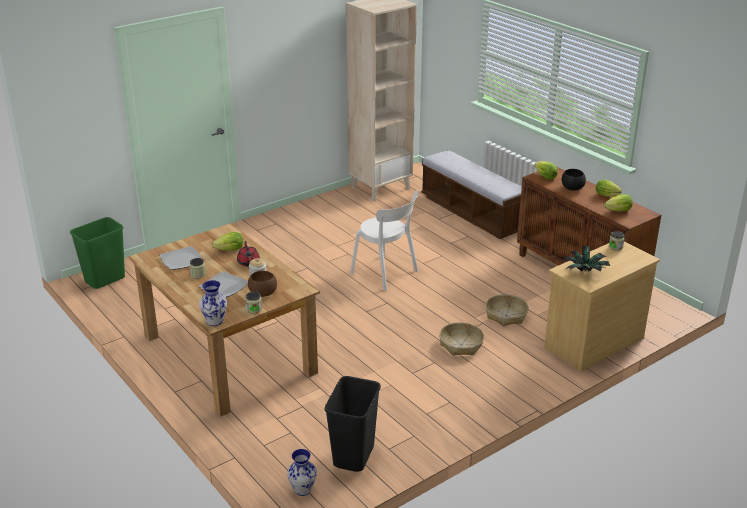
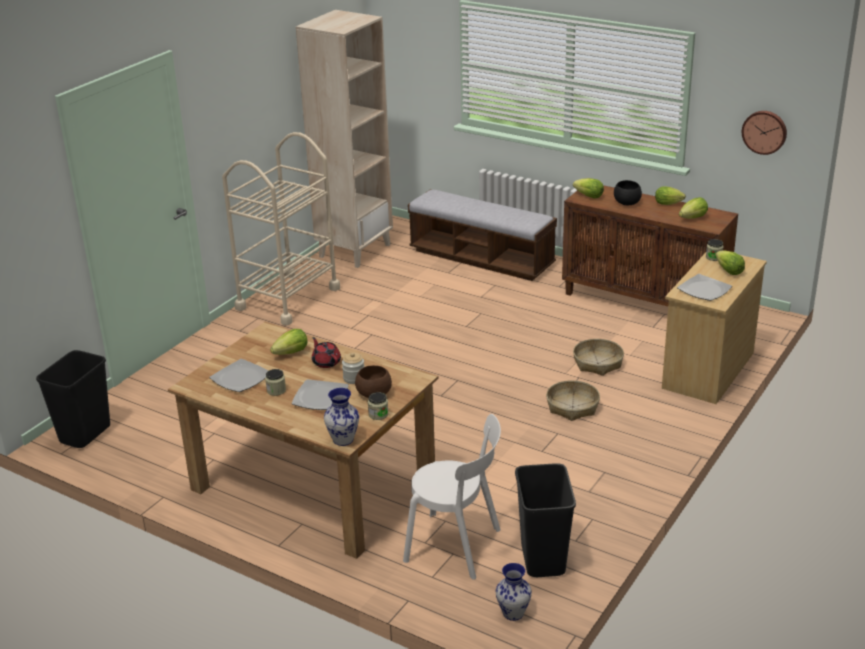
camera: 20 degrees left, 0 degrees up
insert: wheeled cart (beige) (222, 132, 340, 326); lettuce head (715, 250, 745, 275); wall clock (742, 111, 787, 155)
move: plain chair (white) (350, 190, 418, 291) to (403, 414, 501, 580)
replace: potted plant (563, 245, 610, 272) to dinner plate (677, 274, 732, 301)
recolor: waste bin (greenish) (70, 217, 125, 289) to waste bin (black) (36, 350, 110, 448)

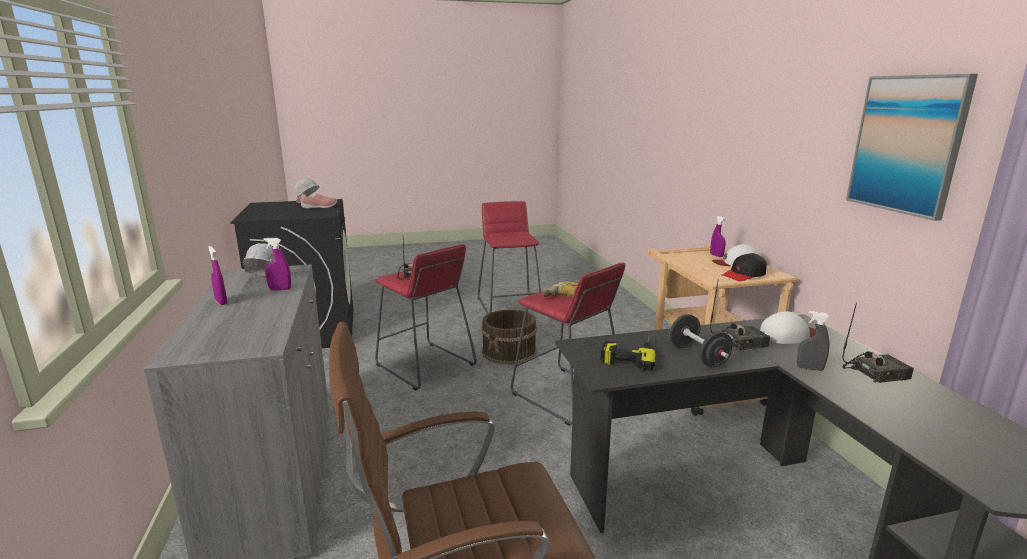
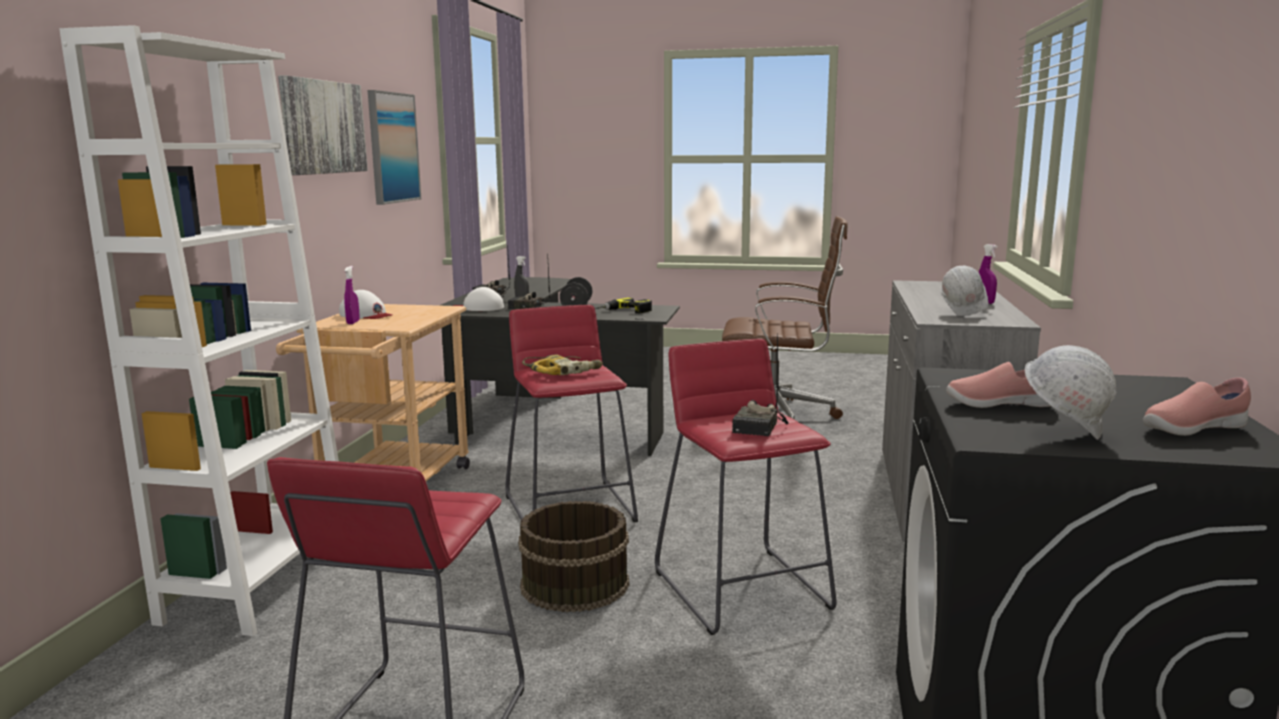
camera: 155 degrees left, 5 degrees down
delete: spray bottle (purplish) (263, 238, 291, 290); baseball cap (black) (722, 253, 767, 281)
insert: shelving unit (white) (59, 25, 339, 636); wall picture (278, 75, 368, 175); shoe (pink-coloured) (1143, 377, 1251, 436)

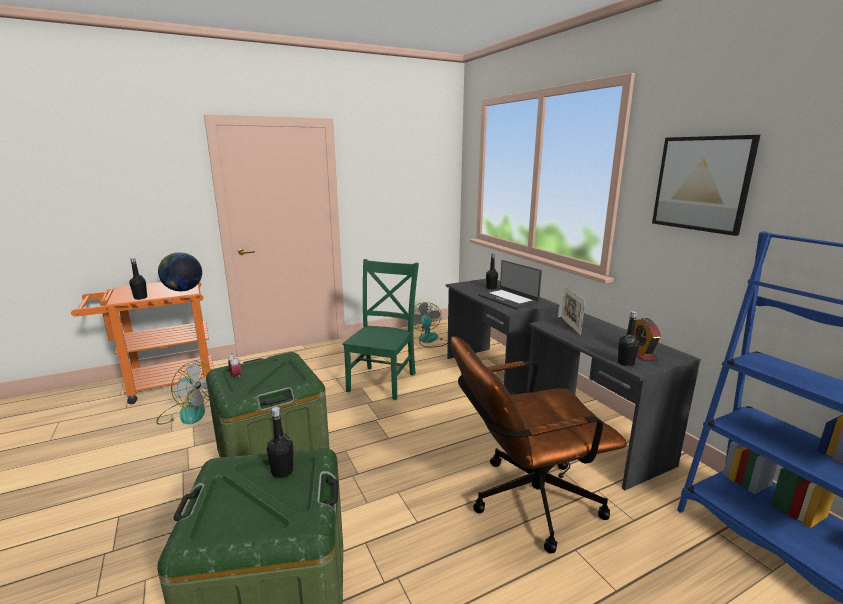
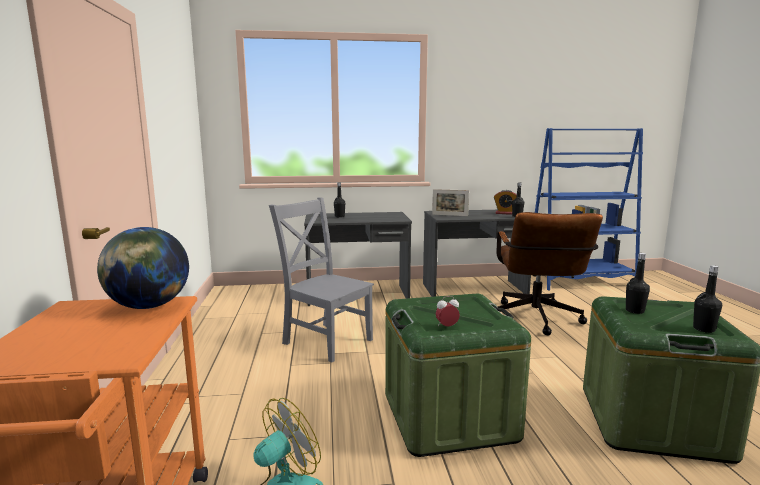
camera: 70 degrees left, 5 degrees down
delete: cooling fan (413, 302, 448, 348); portable computer (478, 260, 542, 309); wall picture (652, 135, 760, 236)
move: bottle (black) (129, 258, 147, 300) to (693, 265, 722, 333)
recolor: plain chair (greenish) (342, 259, 419, 400) to plain chair (gray) (269, 197, 374, 363)

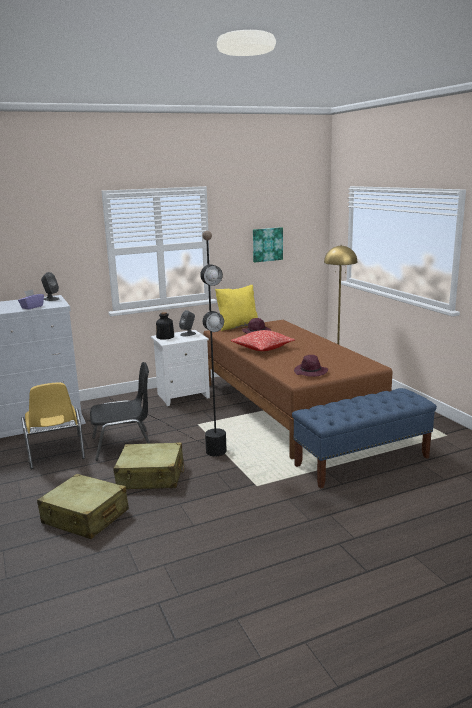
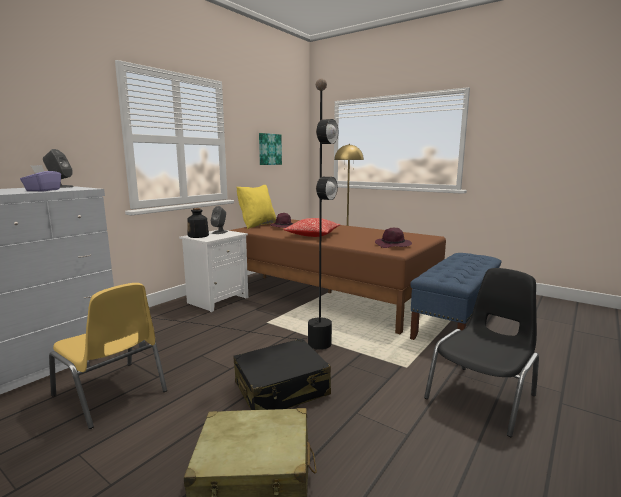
camera: 30 degrees left, 5 degrees down
move: plain chair (black) (90, 362, 150, 461) to (424, 268, 539, 437)
recolor: travel case (beige) (113, 442, 184, 489) to travel case (black) (234, 338, 331, 410)

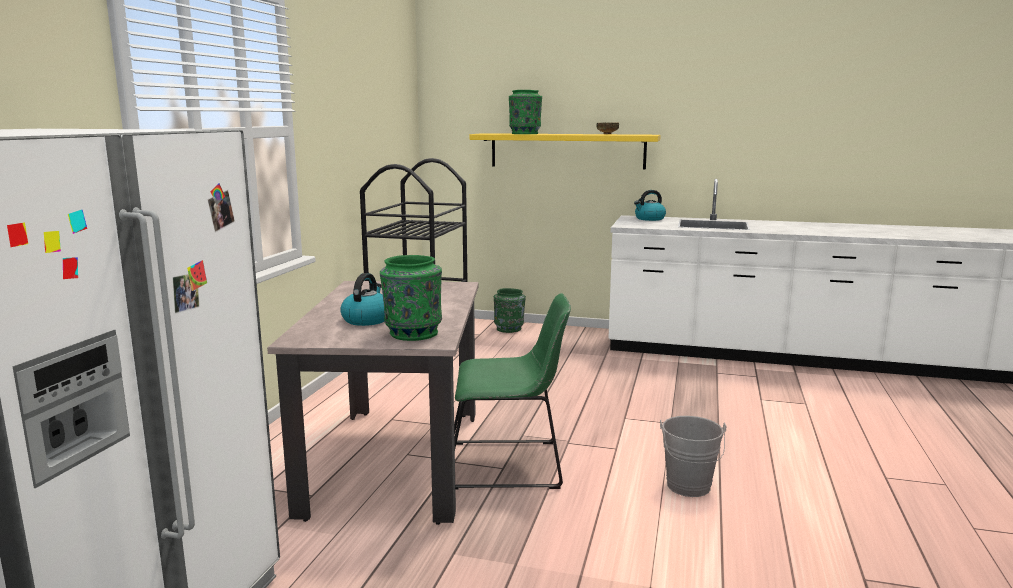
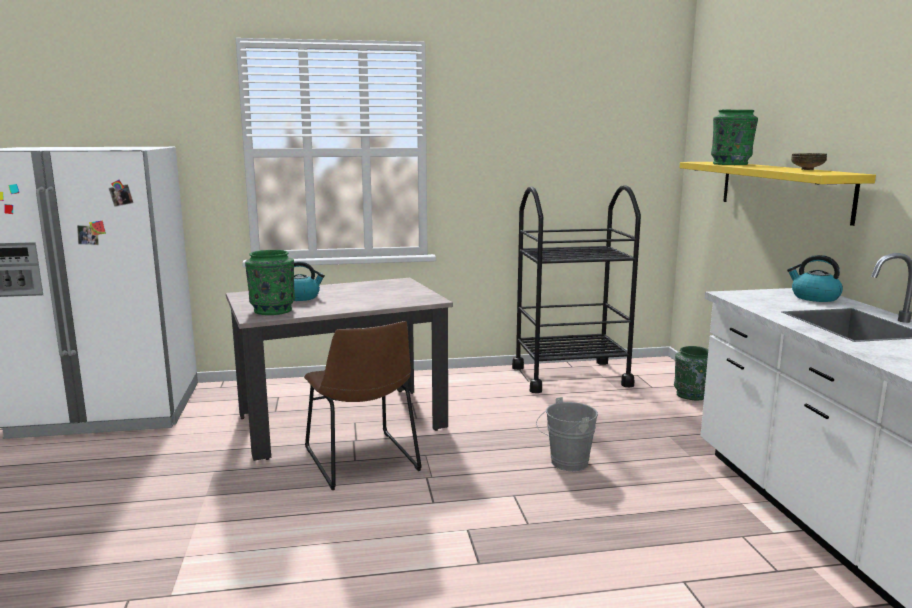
camera: 65 degrees right, 0 degrees up
move: pail (gray) (660, 416, 726, 497) to (536, 397, 598, 471)
recolor: plain chair (greenish) (454, 293, 571, 490) to plain chair (brown-coloured) (304, 321, 422, 490)

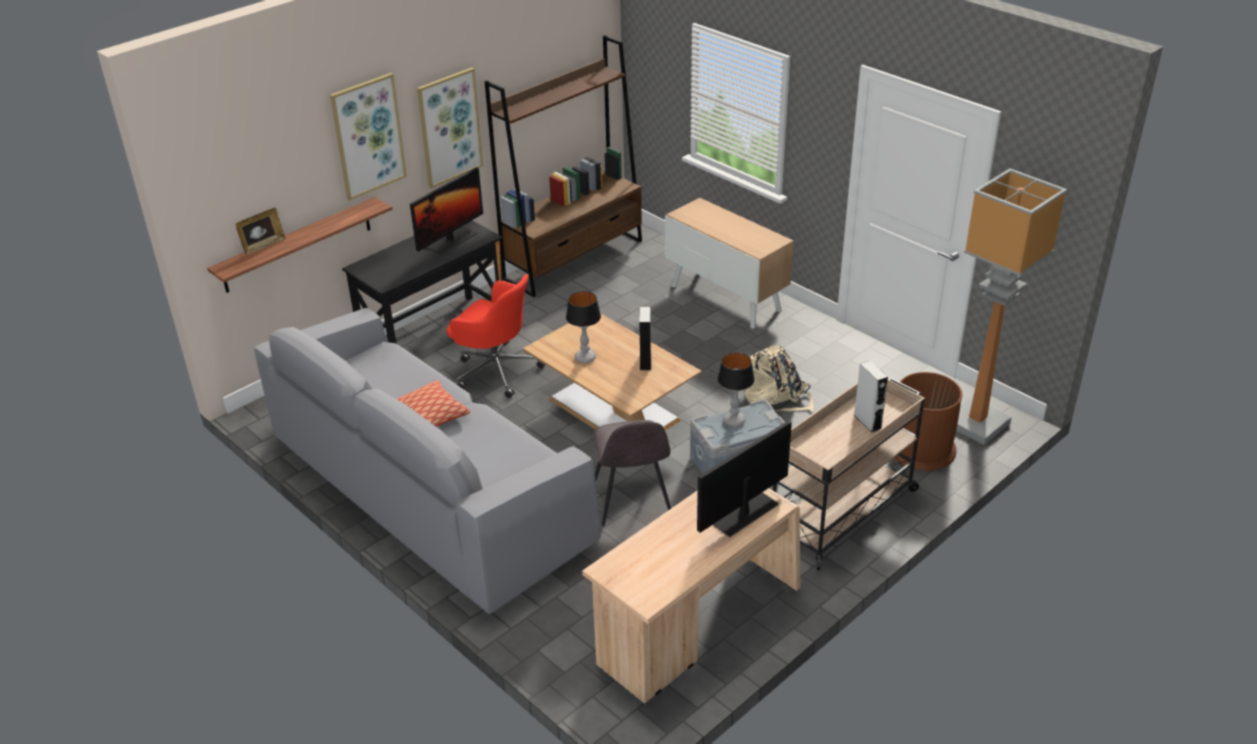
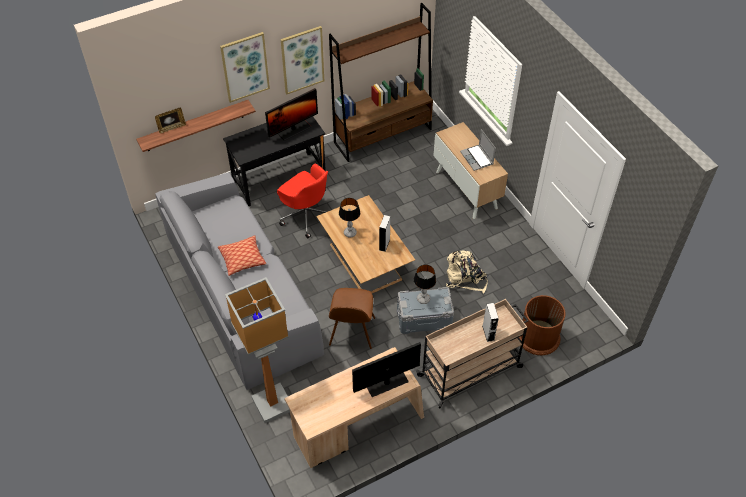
camera: 15 degrees right, 15 degrees up
insert: portable computer (460, 129, 496, 171)
move: floor lamp (956, 168, 1067, 445) to (225, 277, 290, 423)
recolor: plain chair (gray) (593, 420, 671, 526) to plain chair (brown-coloured) (329, 288, 375, 349)

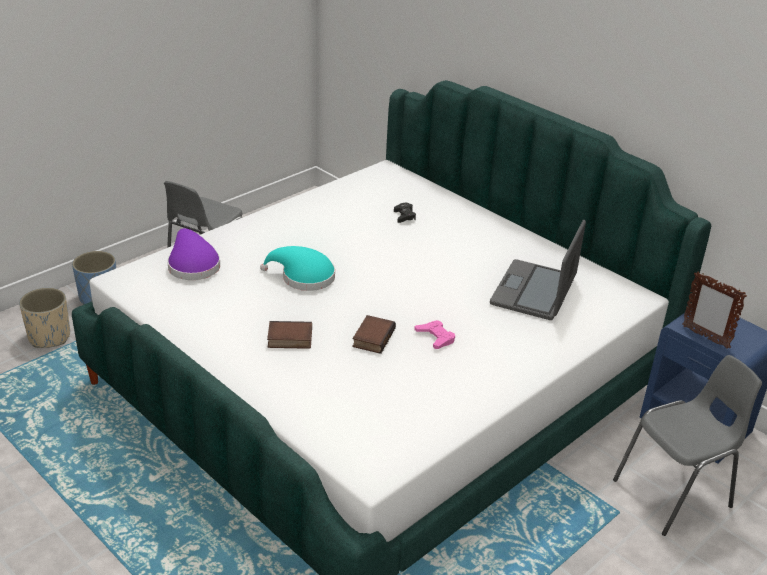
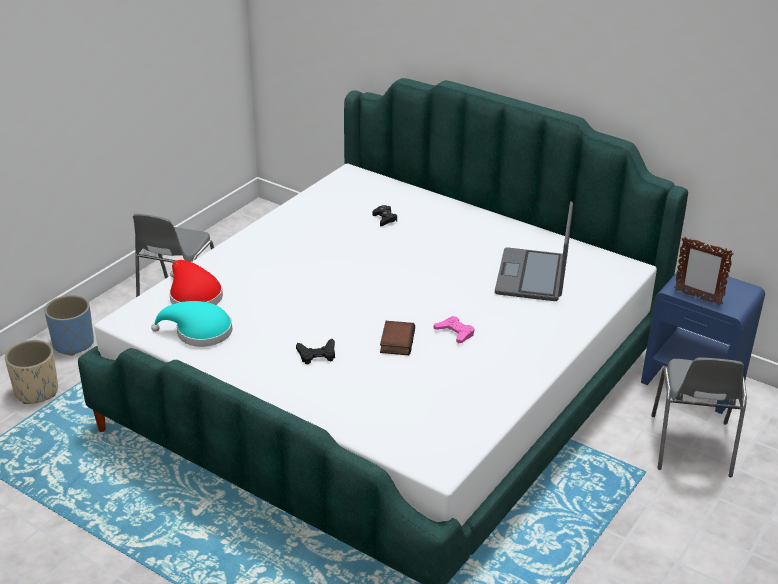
camera: 10 degrees left, 0 degrees up
move: wearable hat (turquoise) (260, 246, 335, 291) to (151, 301, 232, 347)
replace: bound book (267, 321, 312, 349) to gamepad (black) (296, 339, 335, 364)
recolor: wearable hat (purplish) (167, 228, 220, 280) to wearable hat (red) (169, 260, 223, 305)
rotate: plain chair (gray) (613, 355, 762, 536) = (651, 357, 747, 477) 135 degrees clockwise

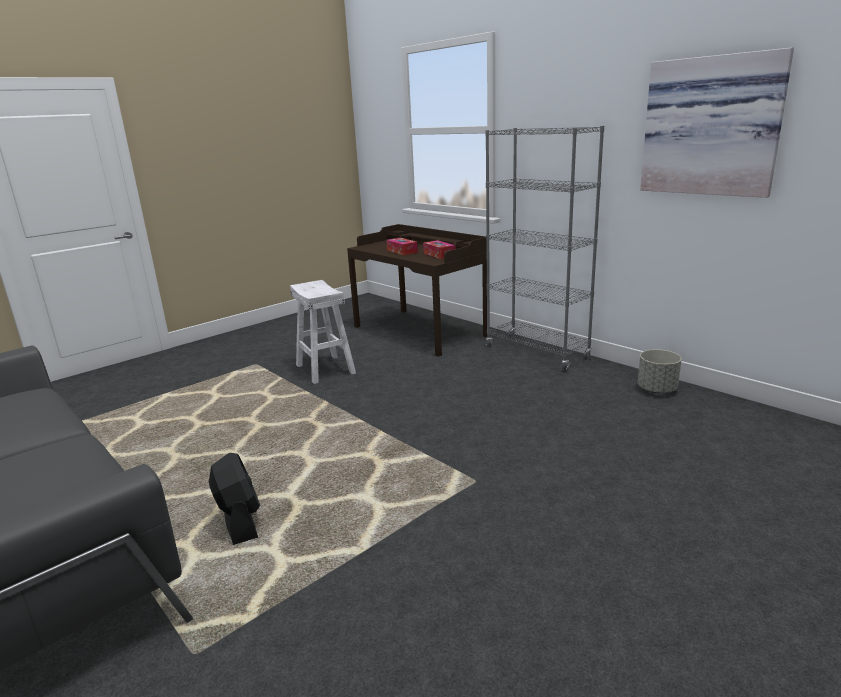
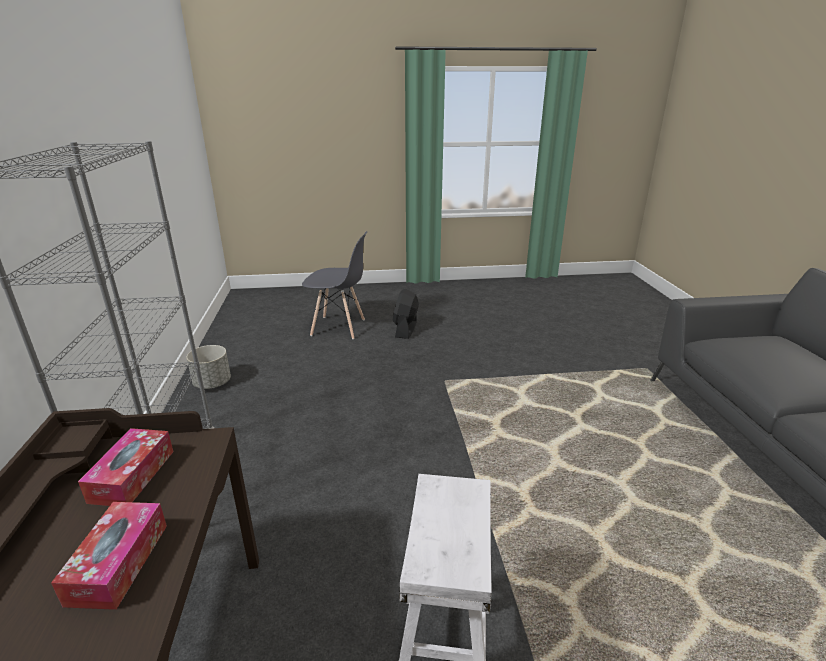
camera: 145 degrees left, 5 degrees up
delete: wall picture (640, 48, 794, 198)
insert: plain chair (gray) (302, 231, 367, 339)
move: cooling fan (black) (209, 453, 260, 545) to (393, 289, 419, 339)

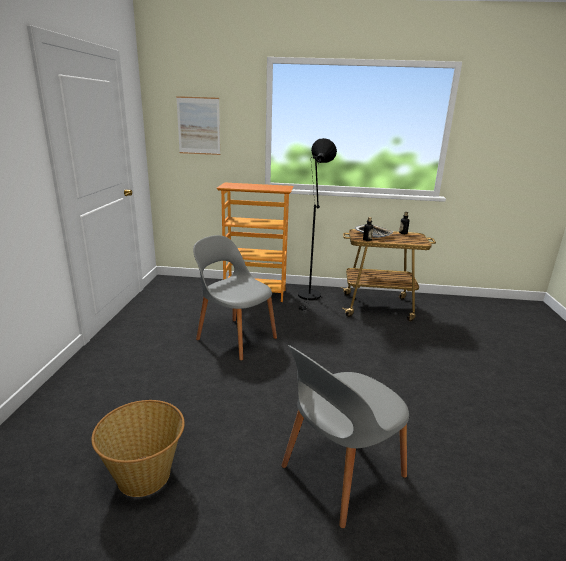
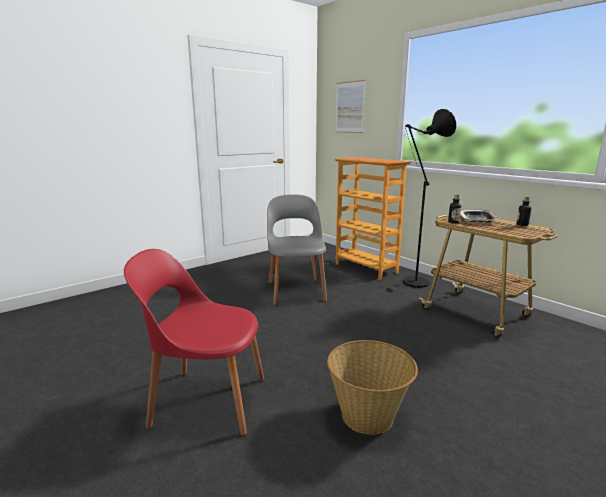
camera: 45 degrees right, 5 degrees down
move: basket (91, 400, 185, 497) to (327, 340, 418, 435)
recolor: plain chair (gray) (281, 345, 409, 528) to plain chair (red) (124, 249, 264, 435)

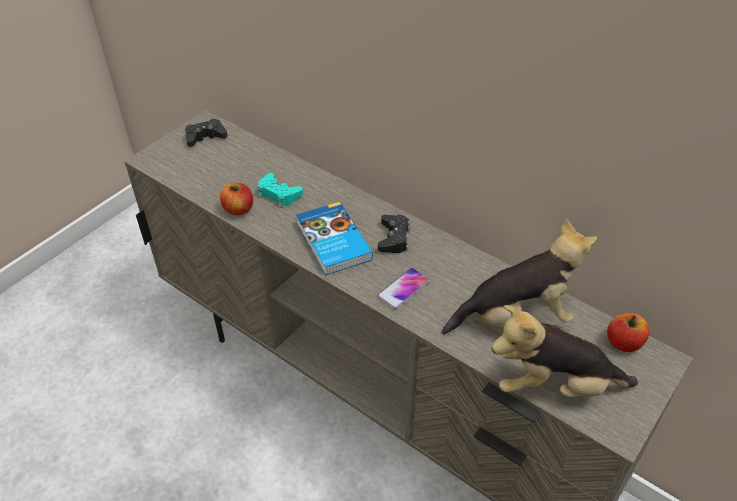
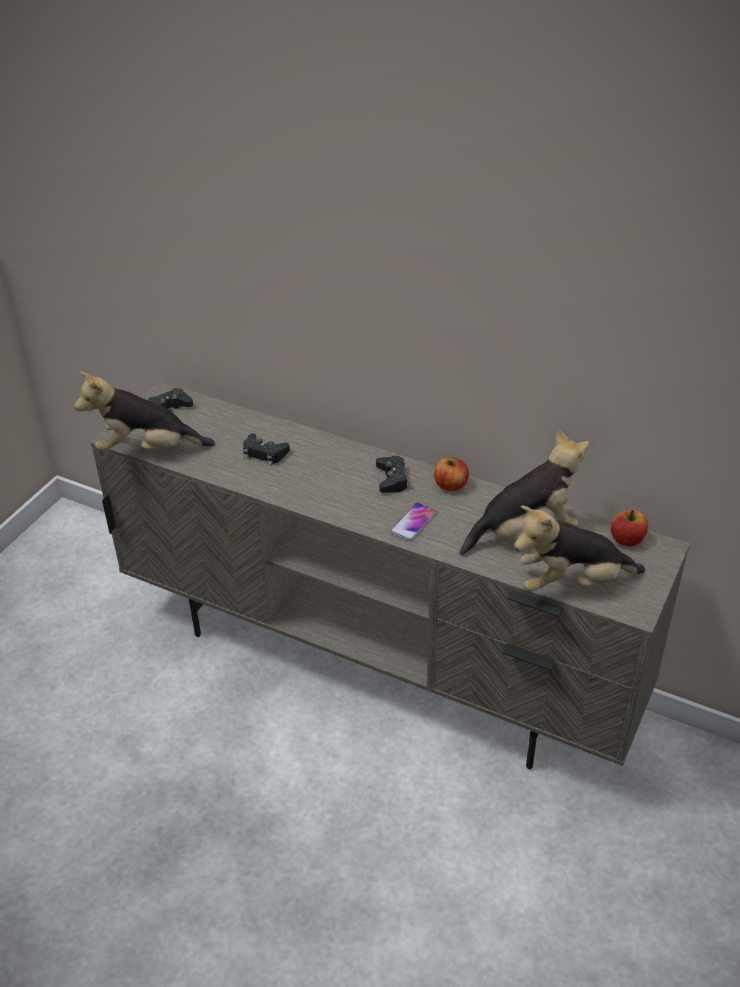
camera: 10 degrees left, 5 degrees down
delete: bound book (296, 202, 373, 275)
insert: plush toy (74, 372, 215, 450)
move: whole apple (220, 183, 253, 215) to (434, 457, 469, 491)
recolor: gamepad (turquoise) (257, 173, 303, 208) to gamepad (black) (243, 434, 290, 466)

